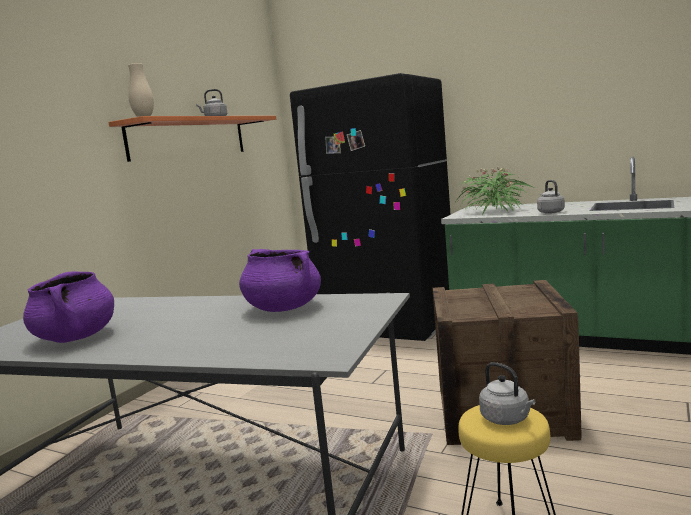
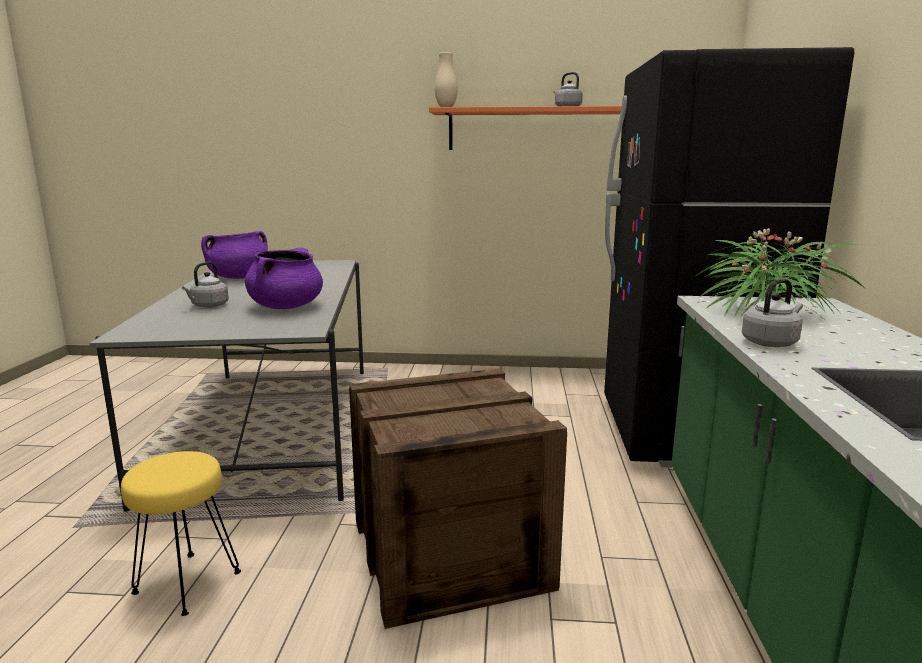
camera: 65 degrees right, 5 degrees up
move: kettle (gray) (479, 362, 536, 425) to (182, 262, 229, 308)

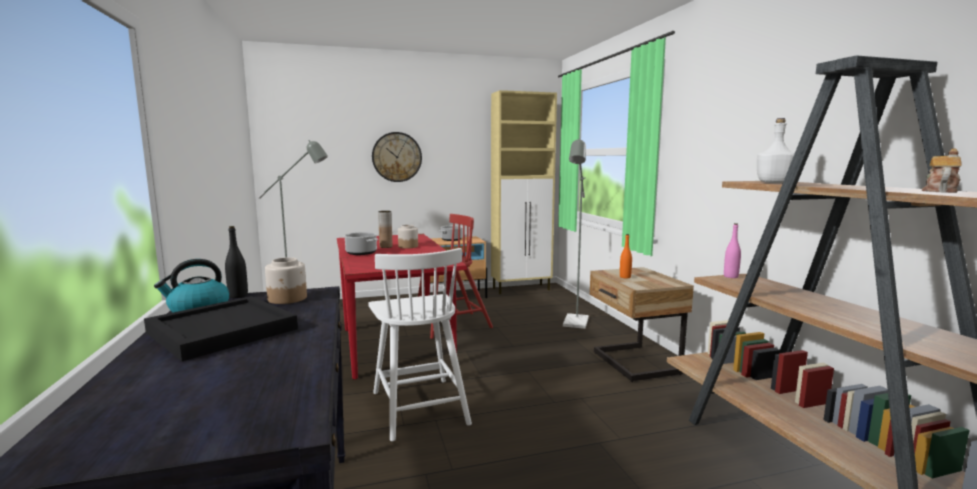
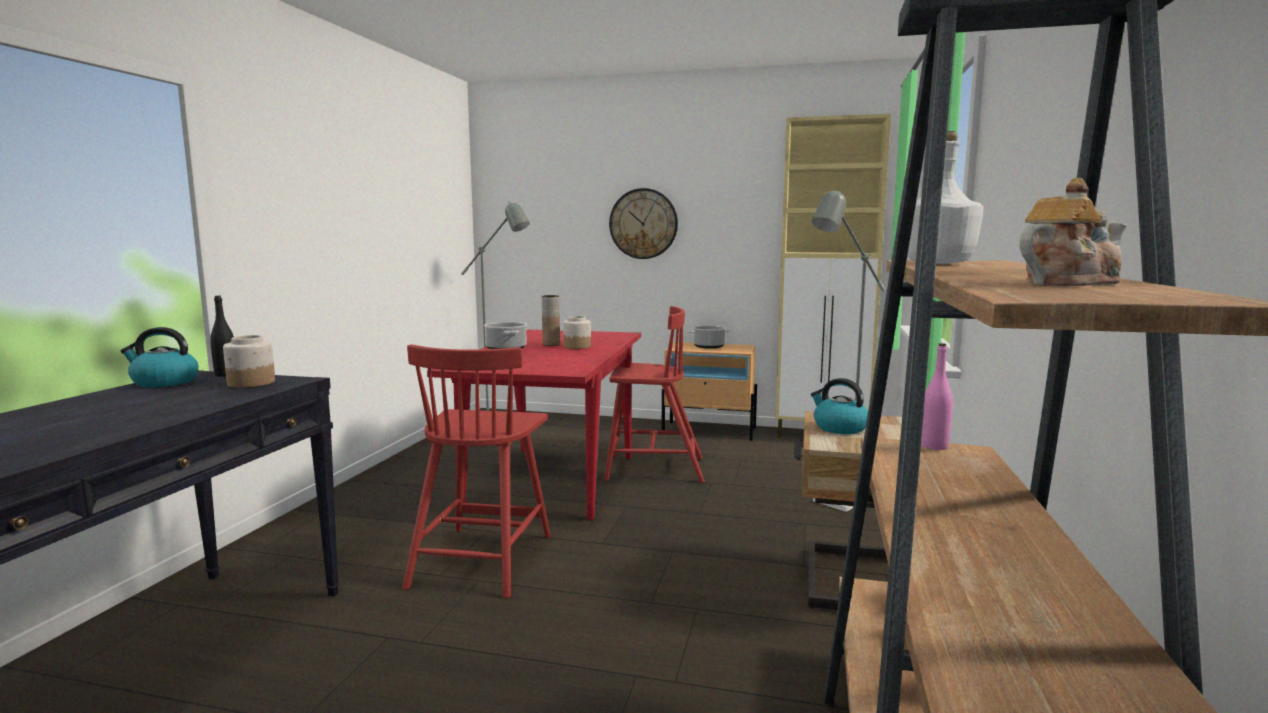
camera: 30 degrees right, 0 degrees up
delete: tray (black) (144, 296, 298, 361)
replace: bottle (orangey) (620, 234, 632, 279) to kettle (811, 378, 868, 434)
recolor: plain chair (white) (368, 248, 472, 441) to plain chair (red) (402, 344, 551, 598)

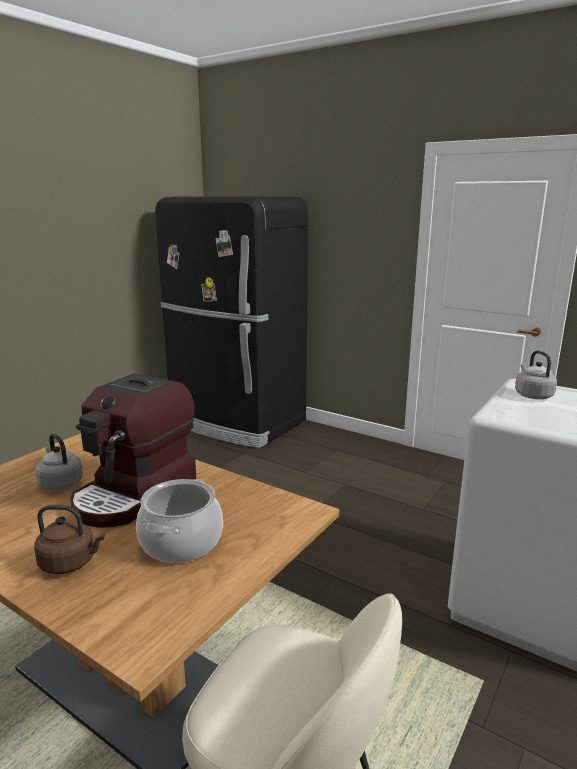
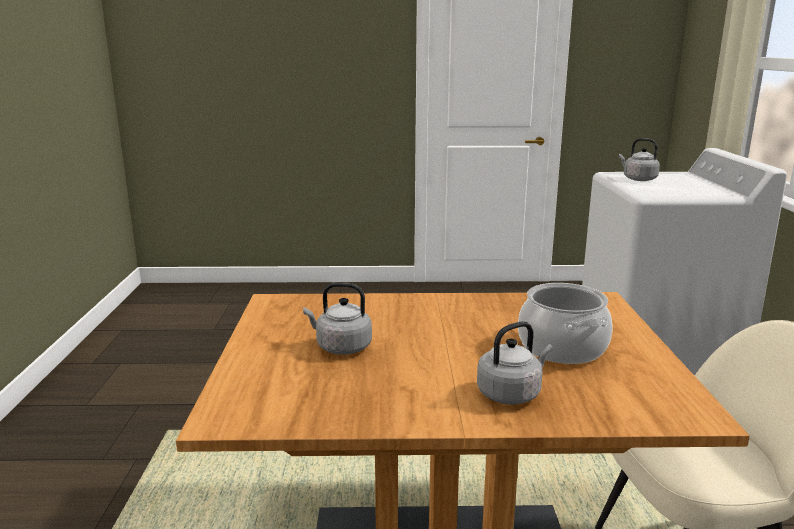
camera: 35 degrees left, 0 degrees up
delete: coffee brewer (70, 373, 196, 528); kitchen fridge (black) (155, 196, 308, 448)
recolor: kettle (brown-coloured) (34, 505, 105, 574) to kettle (gray) (477, 321, 553, 405)

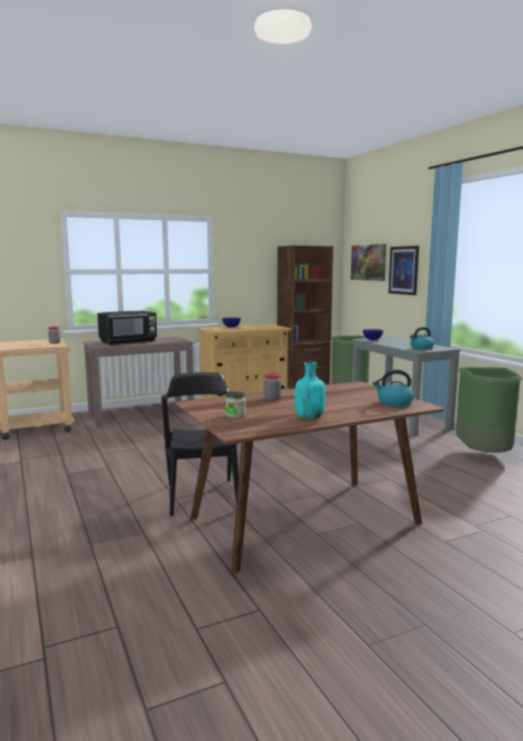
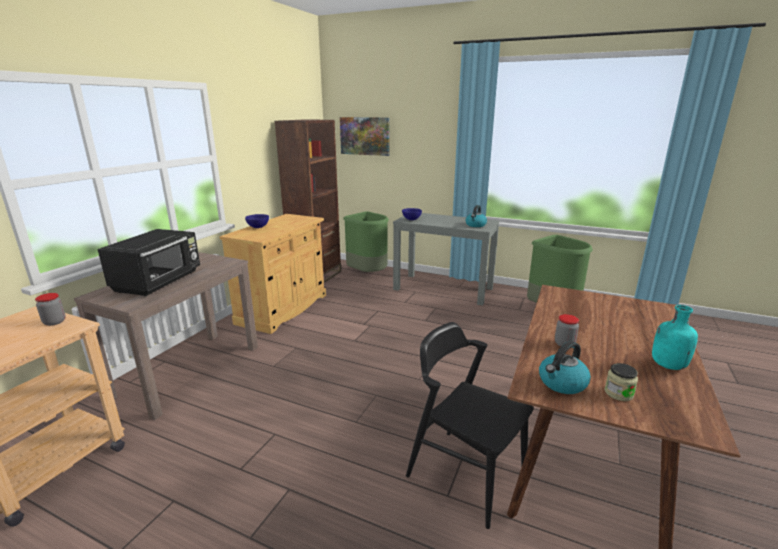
camera: 40 degrees left, 10 degrees up
delete: wall picture (388, 246, 419, 295)
move: kettle (373, 369, 414, 406) to (539, 341, 591, 394)

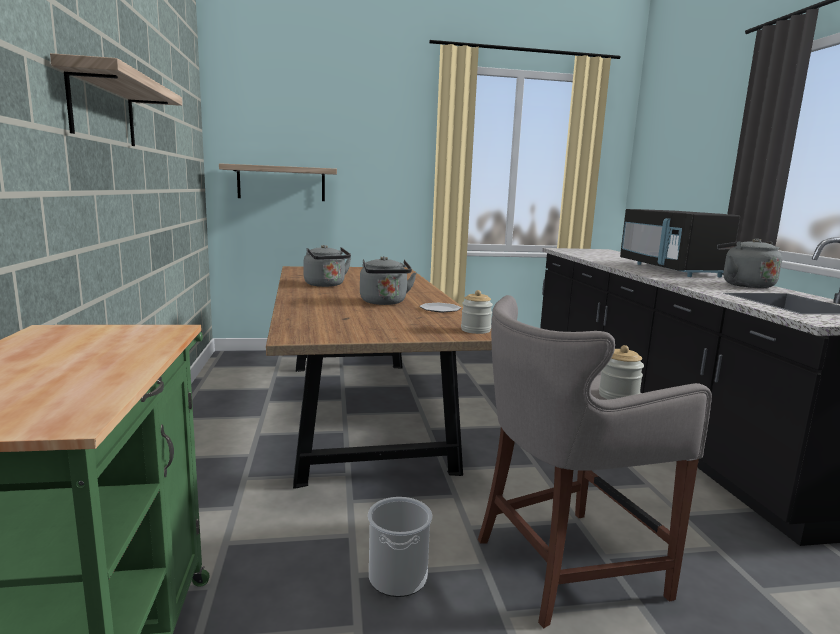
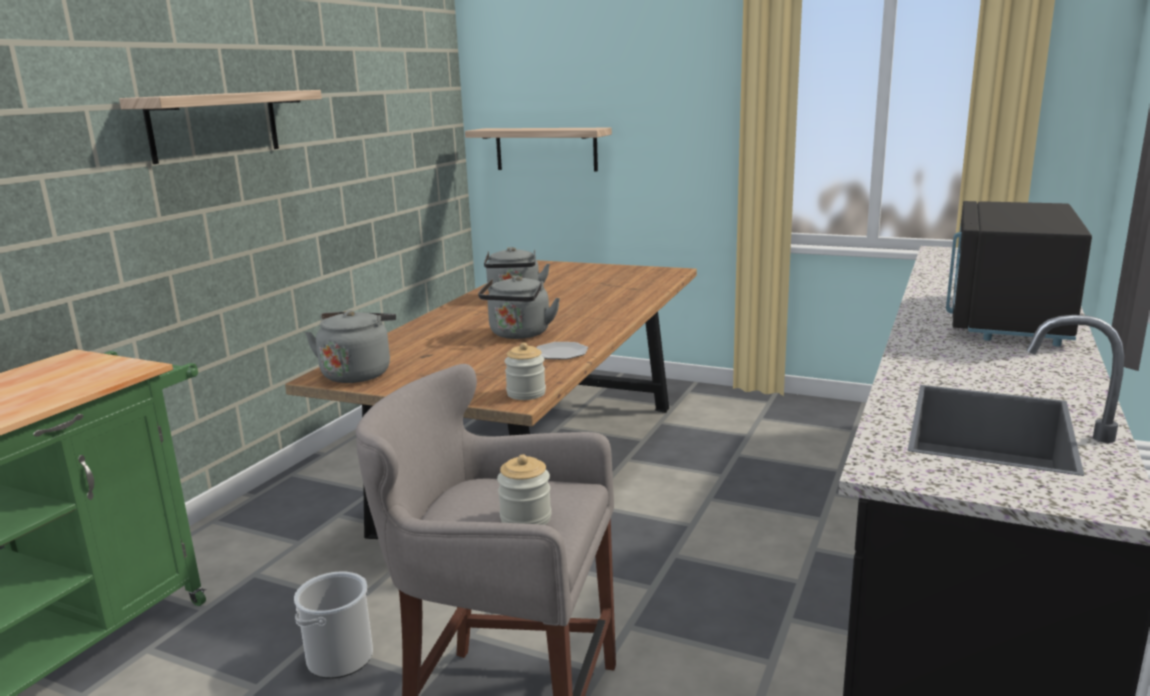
camera: 35 degrees right, 5 degrees up
move: kettle (gray) (717, 238, 782, 288) to (305, 310, 396, 383)

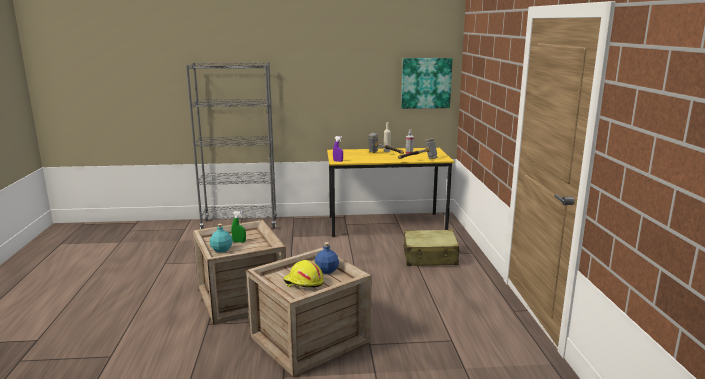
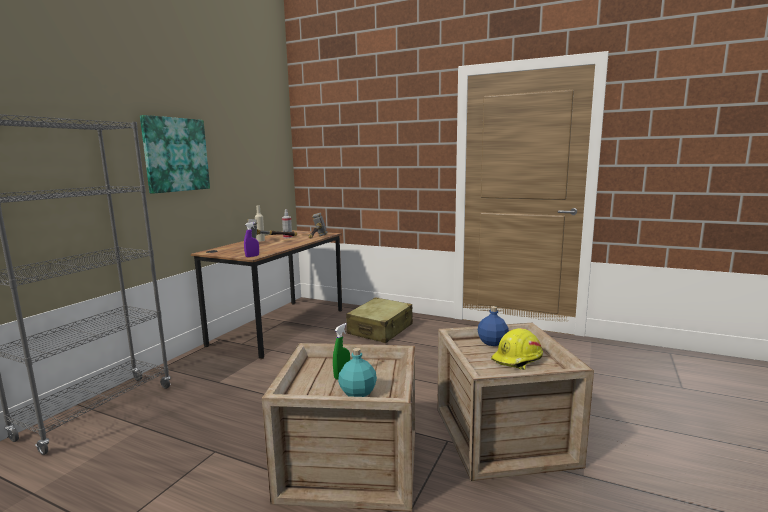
camera: 60 degrees left, 5 degrees down
move: wall picture (401, 58, 452, 109) to (140, 115, 210, 194)
recolor: desk table (yellow-coloured) (327, 148, 454, 237) to desk table (brown-coloured) (191, 230, 342, 359)

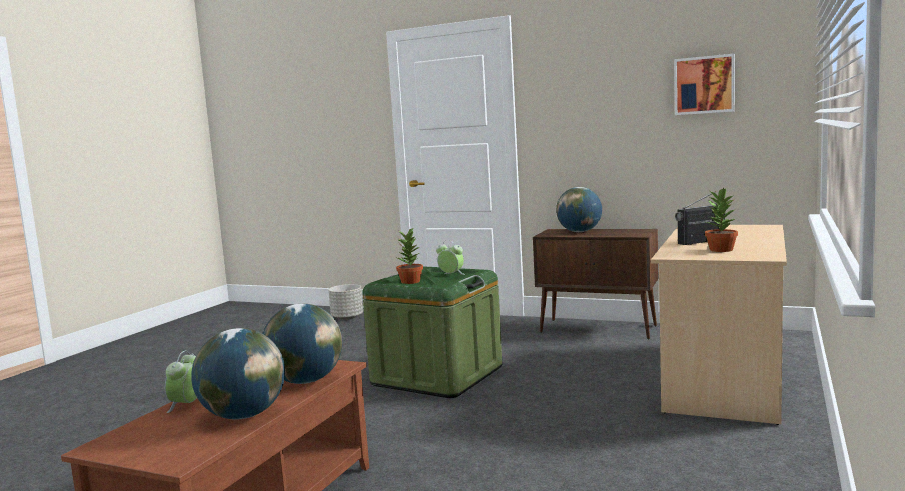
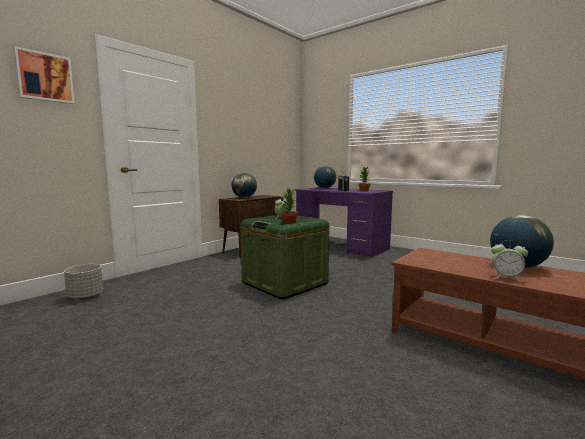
camera: 75 degrees left, 0 degrees up
move: globe (263, 304, 342, 384) to (314, 166, 336, 188); wall picture (674, 54, 735, 115) to (13, 46, 75, 104)
recolor: desk table (beige) (651, 225, 787, 425) to desk table (purplish) (295, 187, 393, 258)

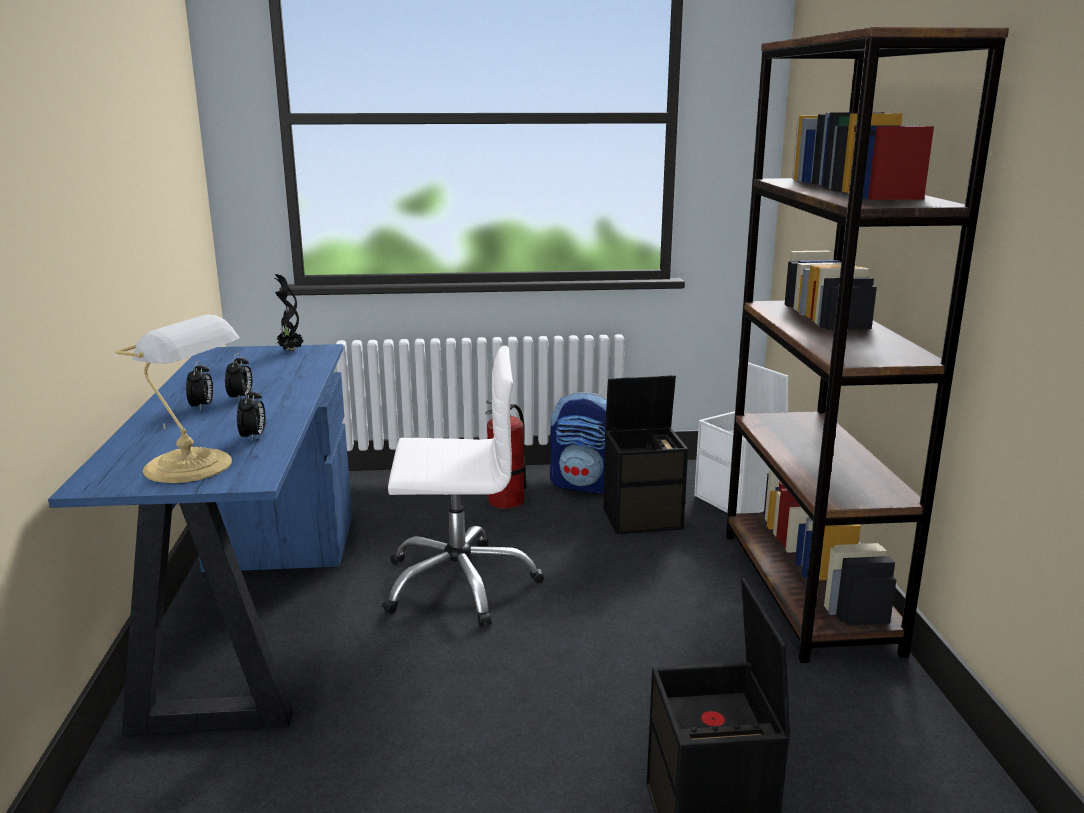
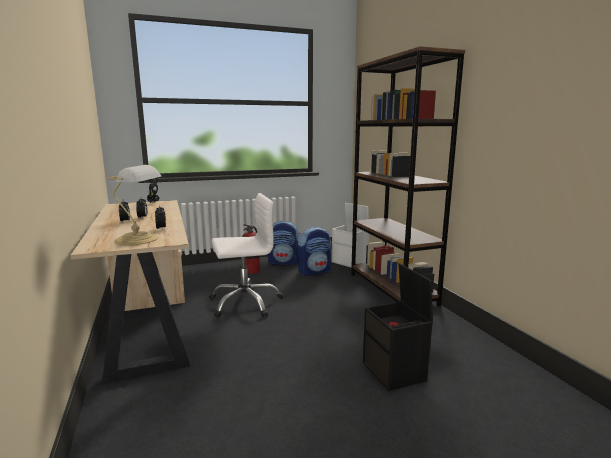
camera: 15 degrees left, 5 degrees down
replace: storage container (black) (603, 375, 688, 534) to backpack (297, 227, 331, 276)
recolor: desk table (blue) (48, 344, 352, 736) to desk table (beige) (71, 200, 190, 383)

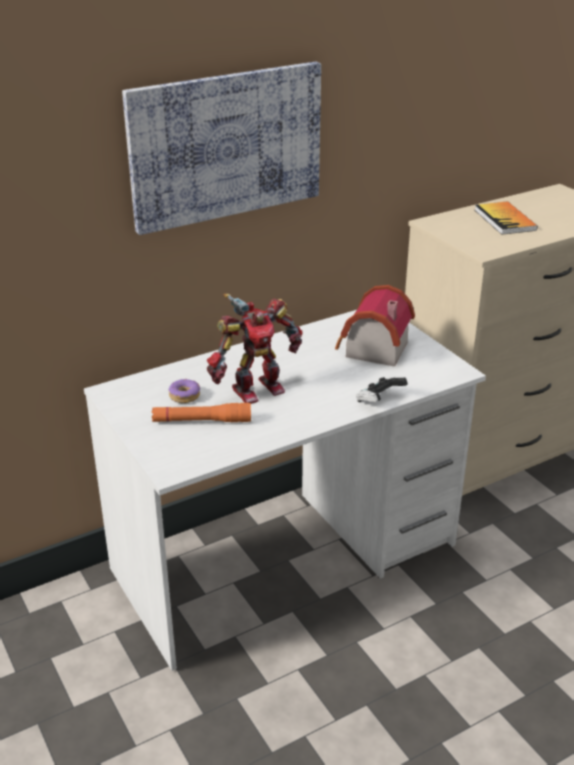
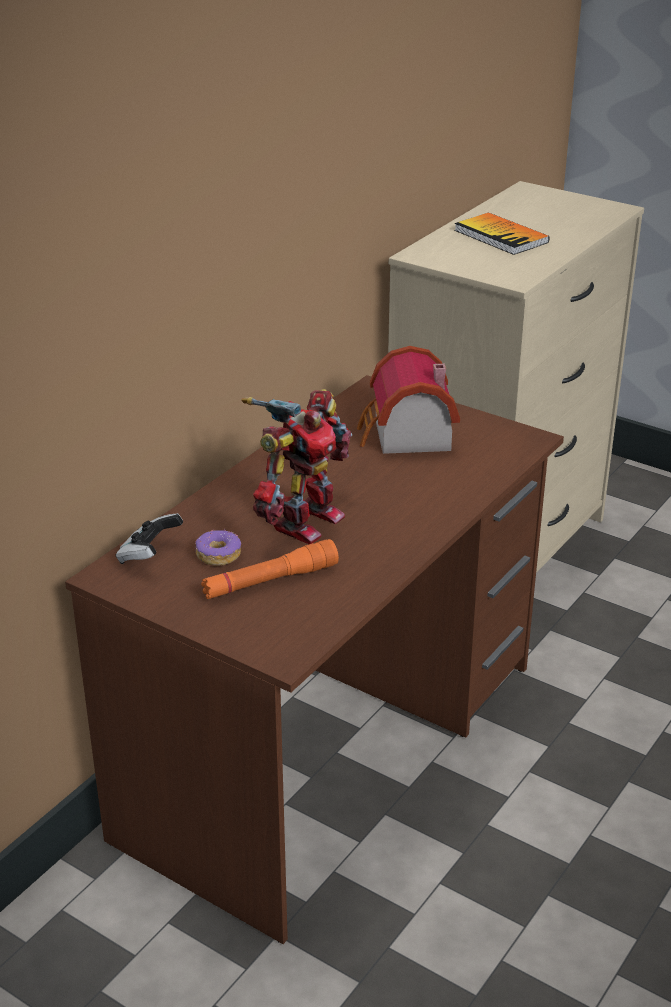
camera: 25 degrees left, 0 degrees up
delete: wall picture (122, 62, 321, 235)
move: gamepad (356, 377, 408, 402) to (116, 513, 183, 564)
recolor: desk table (white) (84, 310, 486, 671) to desk table (brown-coloured) (65, 375, 564, 944)

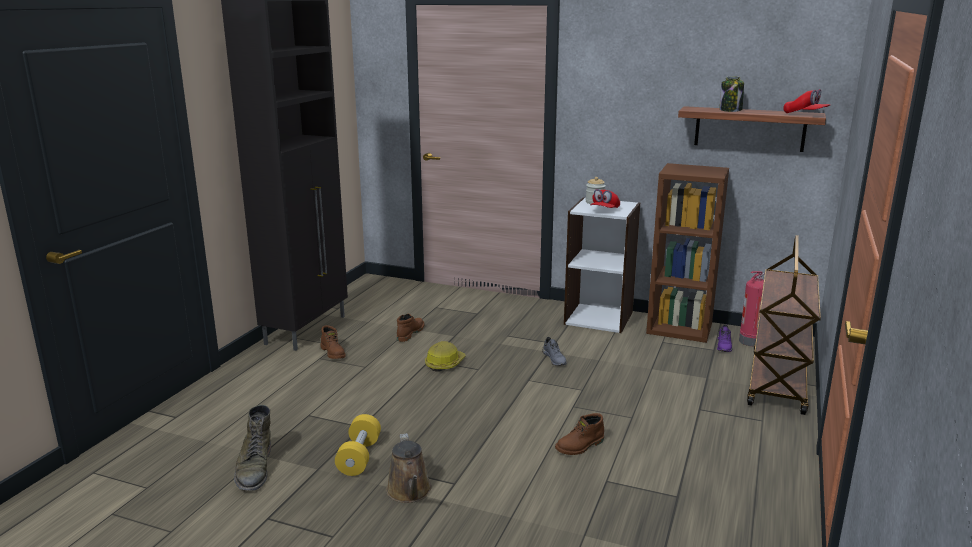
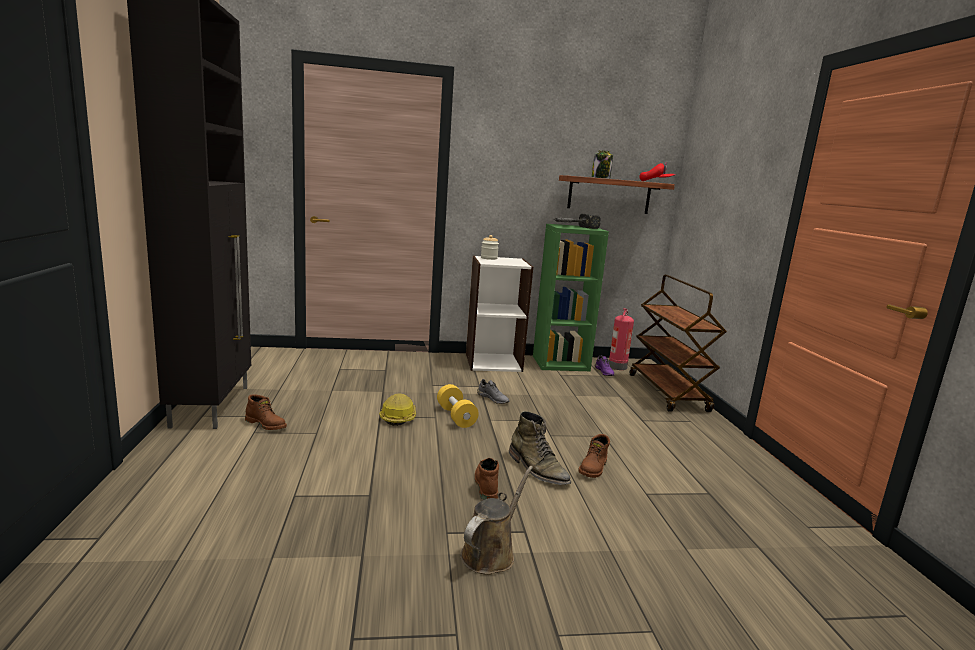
camera: 30 degrees left, 5 degrees down
delete: baseball cap (red) (590, 189, 620, 208)
insert: tool hammer (553, 214, 601, 229)
move: tall boot (greenish) (234, 405, 271, 491) to (509, 411, 571, 485); free weight (yellow-coloured) (335, 414, 381, 476) to (437, 384, 479, 428); tall boot (brown-coloured) (397, 314, 424, 342) to (475, 458, 499, 500)
recolor: shelving unit (brown-coloured) (646, 163, 729, 343) to shelving unit (greenish) (533, 224, 609, 371)
rotate: sprinkling can (brown-coloured) (386, 433, 432, 503) = (460, 466, 533, 575) 105 degrees counterclockwise

